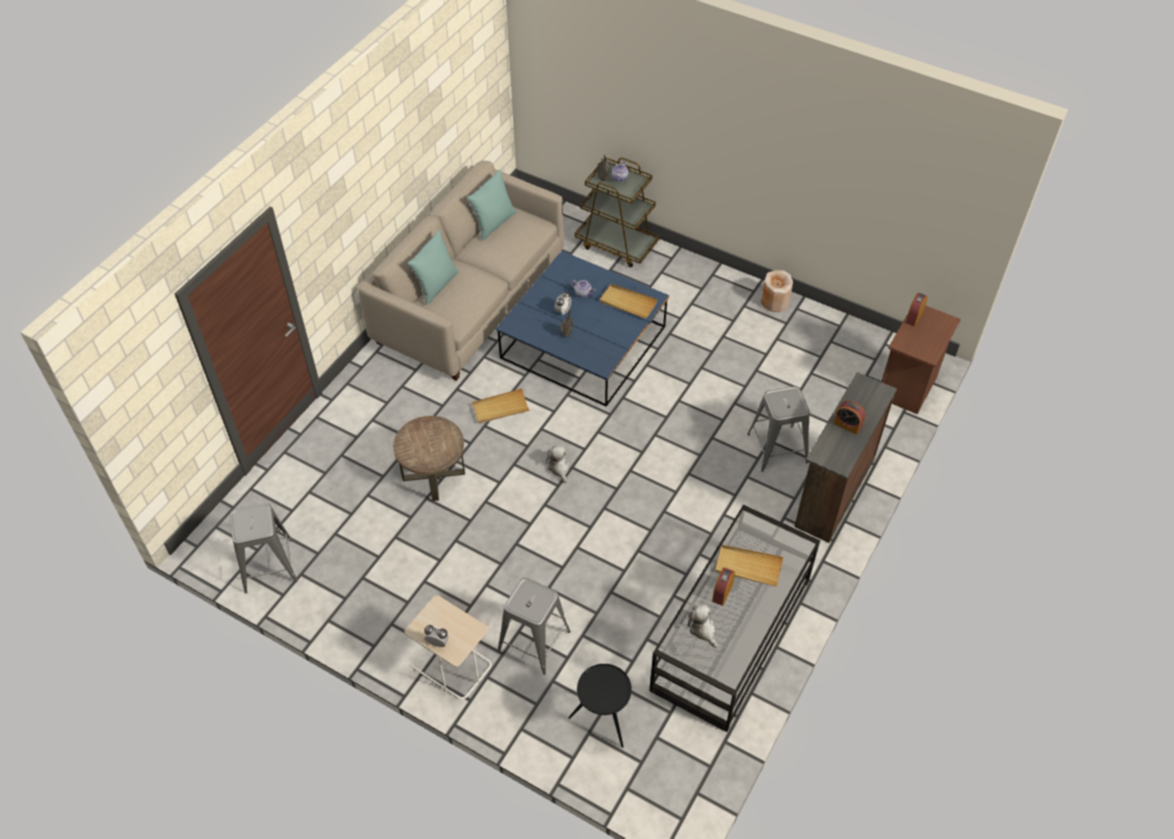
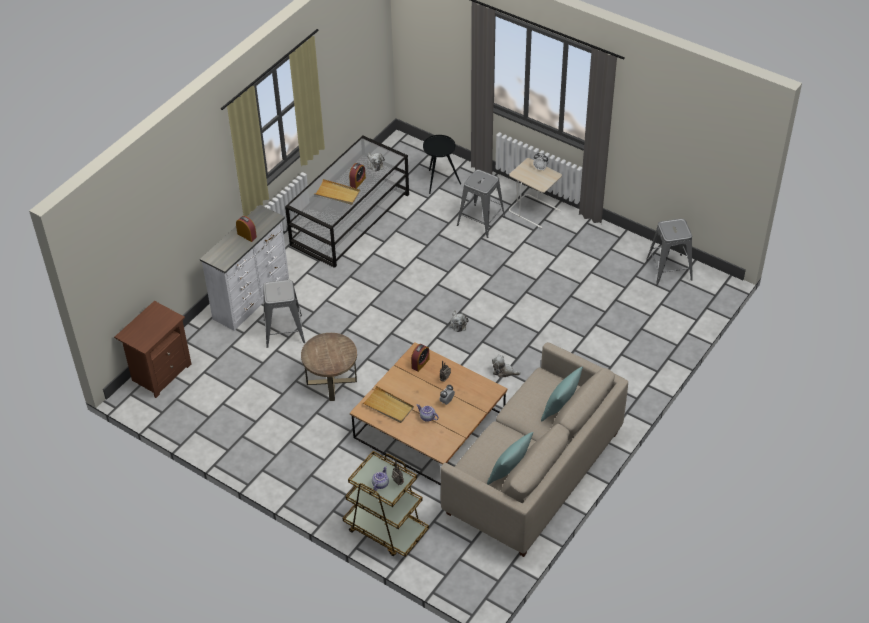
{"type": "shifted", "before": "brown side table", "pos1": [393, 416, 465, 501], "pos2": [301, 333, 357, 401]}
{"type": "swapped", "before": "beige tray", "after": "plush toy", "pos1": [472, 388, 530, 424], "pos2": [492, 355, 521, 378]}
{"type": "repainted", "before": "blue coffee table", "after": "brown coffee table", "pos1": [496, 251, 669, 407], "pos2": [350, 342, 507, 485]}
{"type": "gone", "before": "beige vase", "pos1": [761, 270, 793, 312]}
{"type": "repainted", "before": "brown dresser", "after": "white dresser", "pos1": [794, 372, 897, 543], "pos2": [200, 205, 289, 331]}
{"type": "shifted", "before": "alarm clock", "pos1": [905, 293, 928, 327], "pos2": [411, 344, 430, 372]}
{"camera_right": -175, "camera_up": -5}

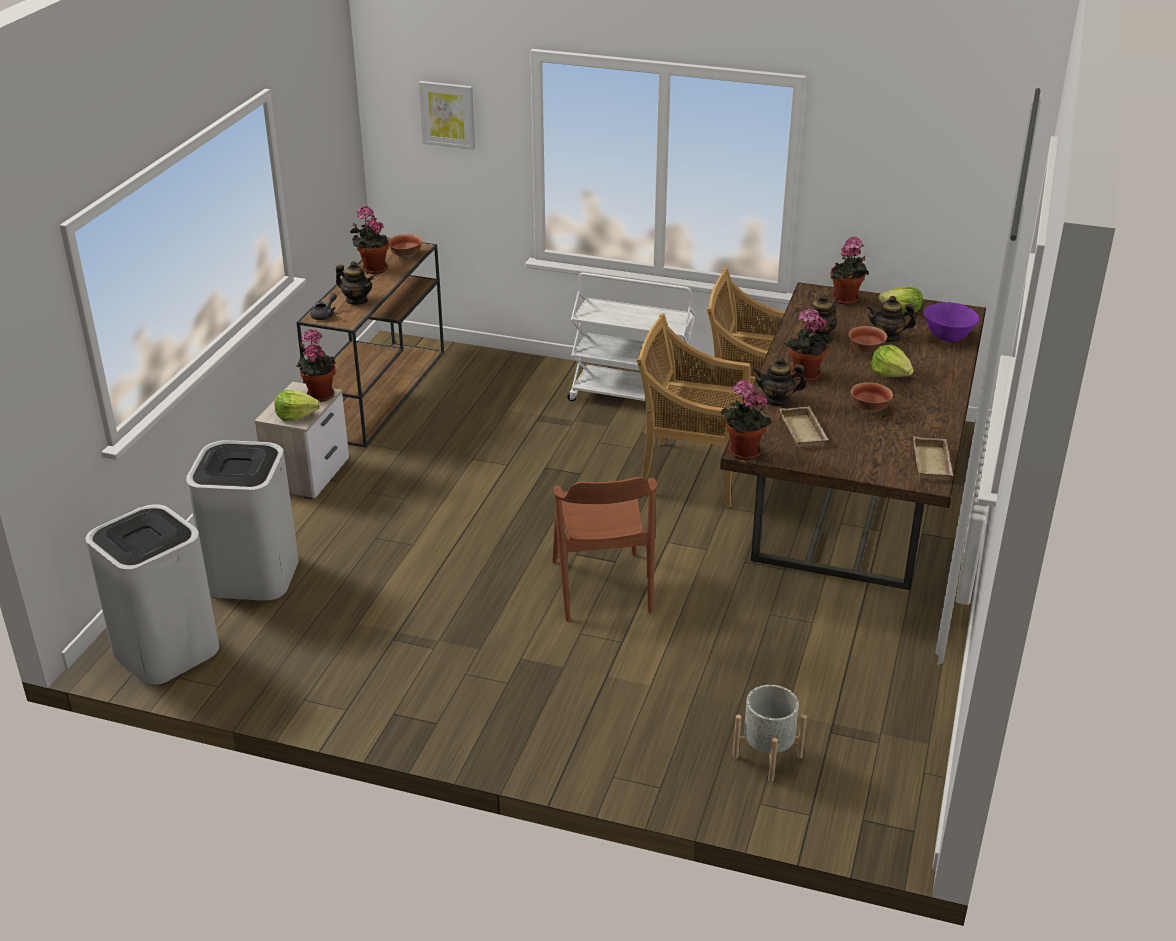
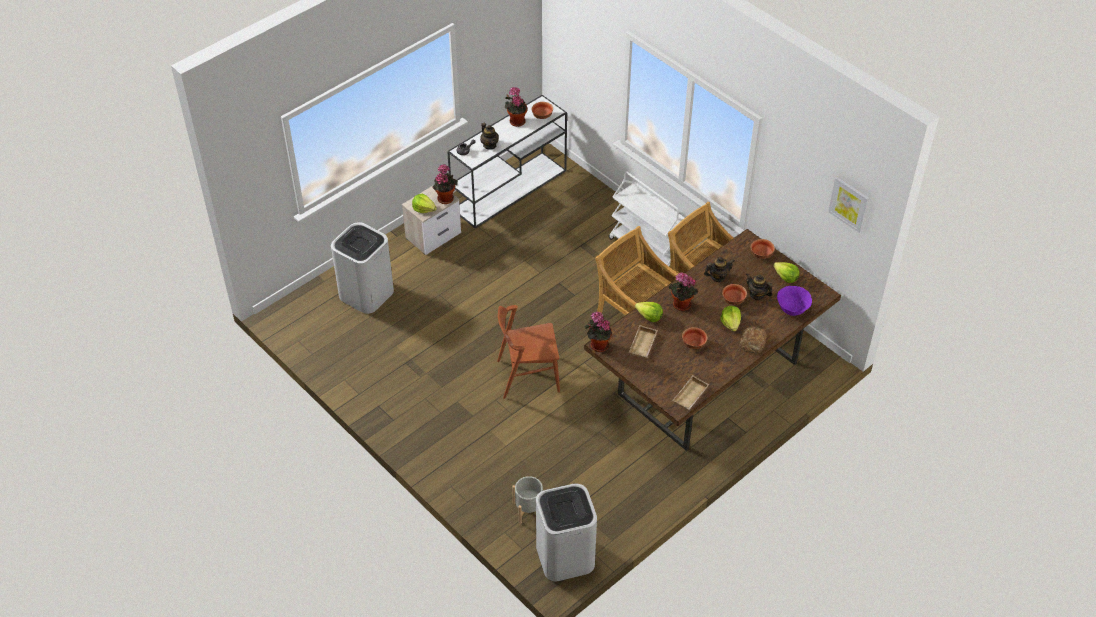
{"type": "shifted", "before": "white trash can", "pos1": [85, 504, 219, 685], "pos2": [536, 483, 597, 581]}
{"type": "repainted", "before": "brown console table", "after": "white console table", "pos1": [296, 237, 444, 447], "pos2": [447, 95, 567, 228]}
{"type": "shifted", "before": "picture", "pos1": [419, 81, 475, 150], "pos2": [828, 177, 869, 233]}
{"type": "rotated", "before": "brown chair", "pos1": [552, 477, 657, 621], "pos2": [497, 305, 560, 399], "turn": 60}
{"type": "swapped", "before": "teapot", "after": "lettuce", "pos1": [753, 357, 806, 407], "pos2": [635, 302, 663, 322]}
{"type": "swapped", "before": "potted plant", "after": "bowl", "pos1": [831, 236, 869, 305], "pos2": [751, 239, 775, 259]}
{"type": "new", "after": "bread", "pos2": [739, 327, 767, 354]}
{"camera_right": 30, "camera_up": 15}

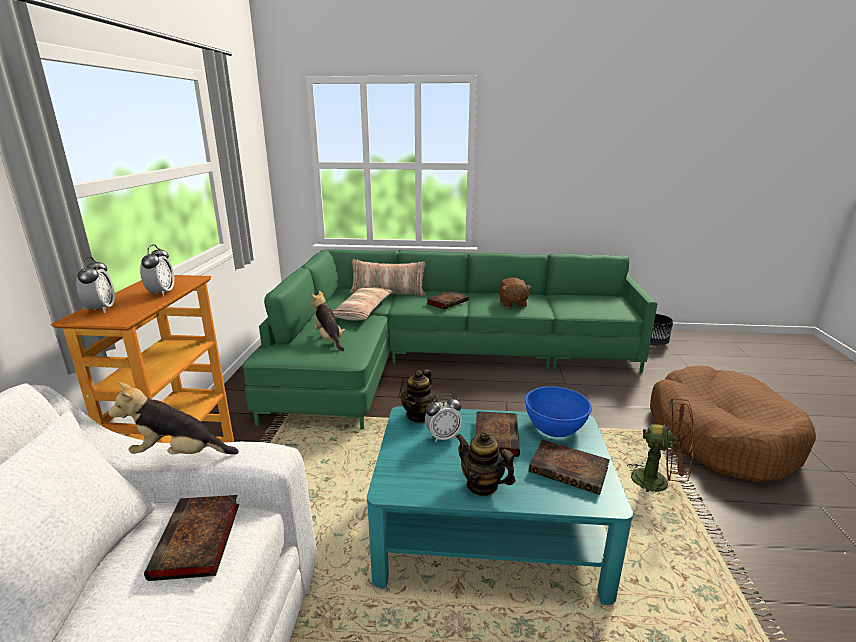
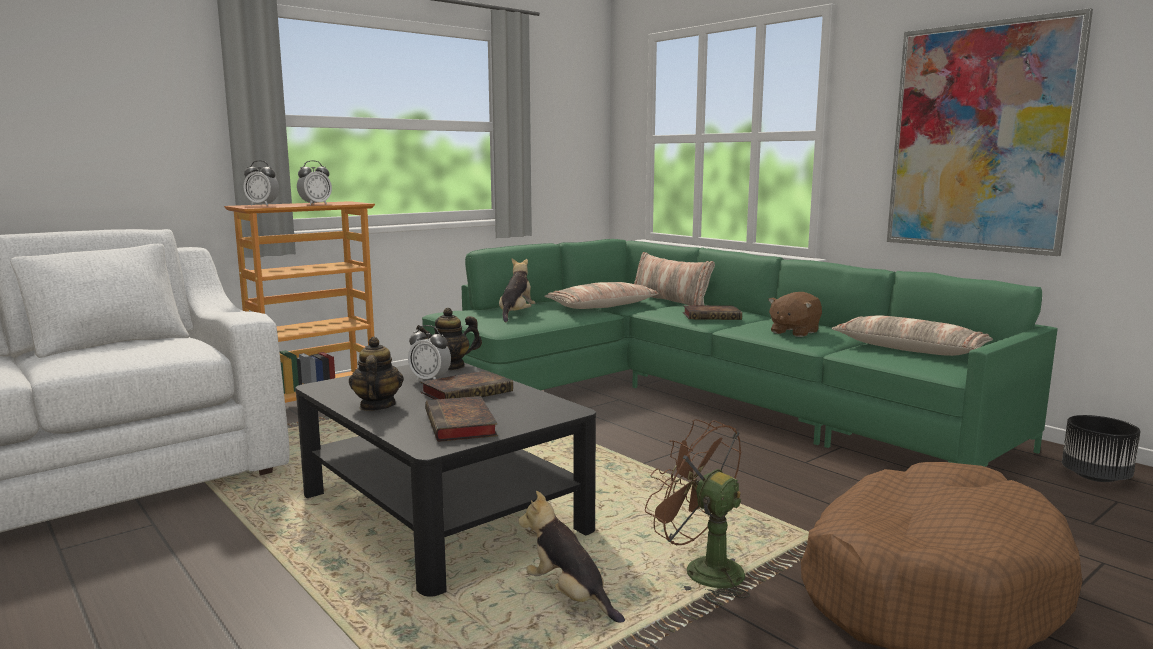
{"type": "rotated", "before": "alarm clock", "pos1": [76, 257, 115, 313], "pos2": [244, 160, 279, 206], "turn": 75}
{"type": "shifted", "before": "plush toy", "pos1": [108, 382, 239, 454], "pos2": [518, 491, 625, 623]}
{"type": "gone", "before": "book", "pos1": [144, 495, 239, 581]}
{"type": "repainted", "before": "turquoise coffee table", "after": "black coffee table", "pos1": [367, 406, 633, 605], "pos2": [295, 363, 596, 597]}
{"type": "gone", "before": "blue bowl", "pos1": [525, 386, 592, 437]}
{"type": "rotated", "before": "brown fan", "pos1": [627, 398, 694, 492], "pos2": [645, 419, 750, 599], "turn": 150}
{"type": "new", "after": "pillow", "pos2": [831, 315, 993, 356]}
{"type": "new", "after": "picture", "pos2": [887, 8, 1093, 256]}
{"camera_right": 45, "camera_up": -10}

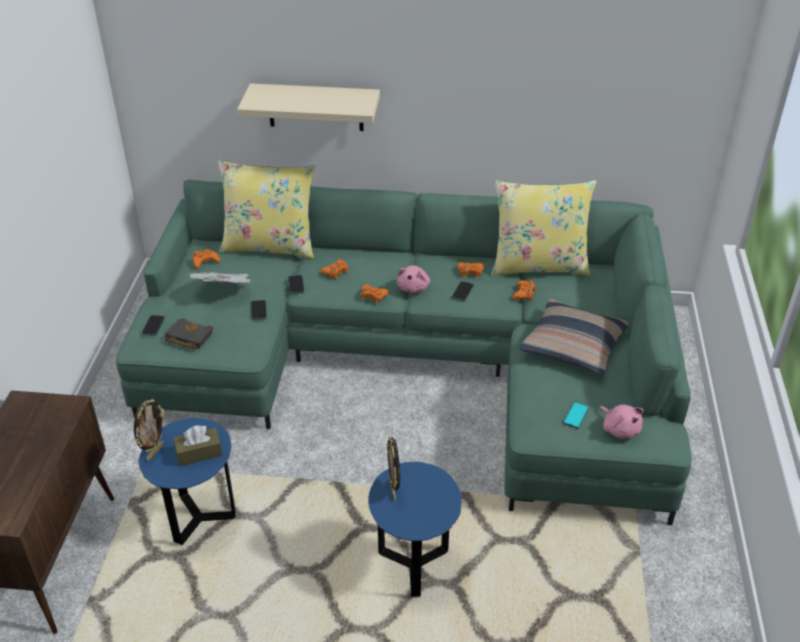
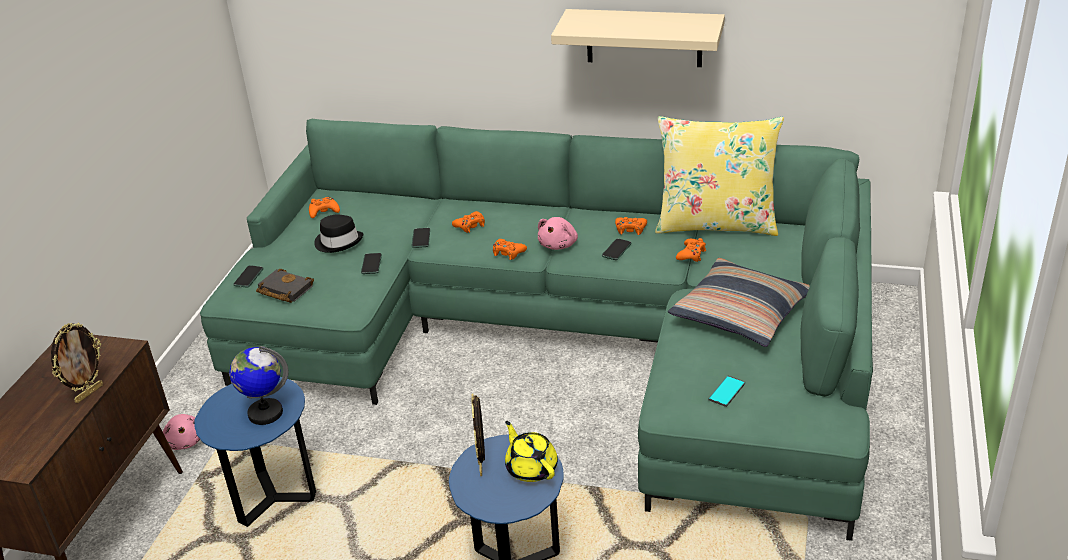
{"type": "shifted", "before": "picture frame", "pos1": [134, 399, 165, 461], "pos2": [51, 322, 103, 403]}
{"type": "swapped", "before": "brown tissue box", "after": "globe", "pos1": [173, 425, 222, 466], "pos2": [229, 346, 289, 425]}
{"type": "swapped", "before": "newspaper", "after": "black hat", "pos1": [190, 272, 251, 283], "pos2": [314, 215, 363, 253]}
{"type": "gone", "before": "yellow pillow", "pos1": [218, 159, 316, 259]}
{"type": "shifted", "before": "beige shelf", "pos1": [237, 83, 380, 131], "pos2": [551, 9, 725, 67]}
{"type": "shifted", "before": "pink plush toy", "pos1": [599, 405, 643, 439], "pos2": [163, 414, 200, 450]}
{"type": "new", "after": "yellow teapot", "pos2": [505, 421, 558, 482]}
{"camera_right": 10, "camera_up": -5}

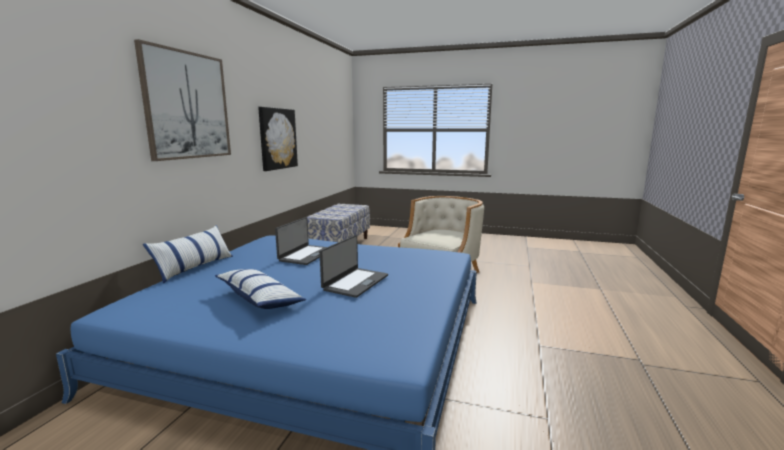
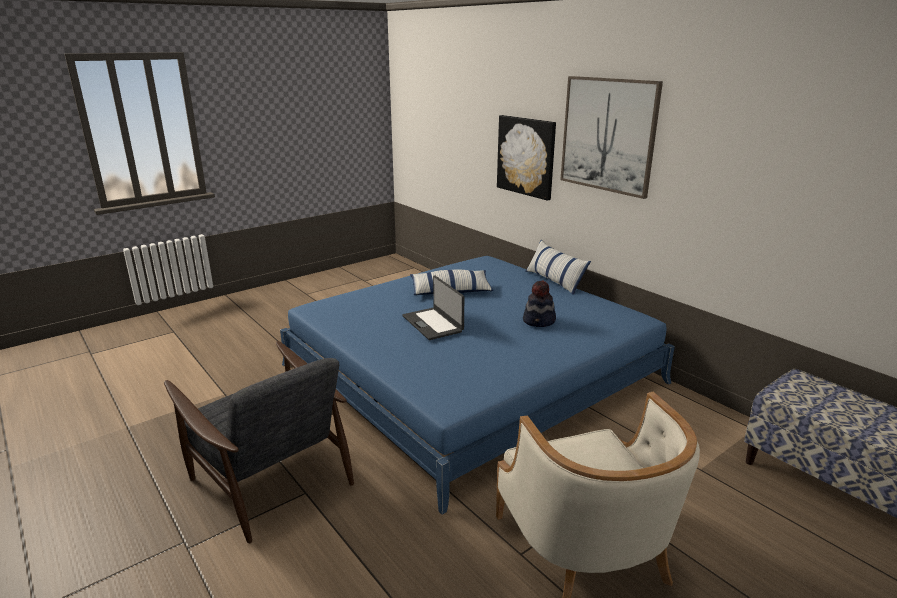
{"type": "shifted", "before": "picture", "pos1": [258, 107, 298, 171], "pos2": [497, 115, 556, 201]}
{"type": "swapped", "before": "laptop", "after": "hat", "pos1": [275, 217, 327, 265], "pos2": [523, 280, 556, 327]}
{"type": "new", "after": "grey armchair", "pos2": [164, 341, 354, 543]}
{"camera_right": 125, "camera_up": 10}

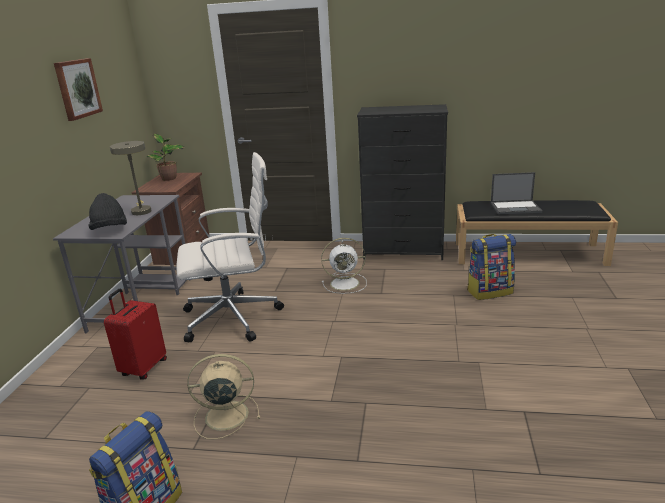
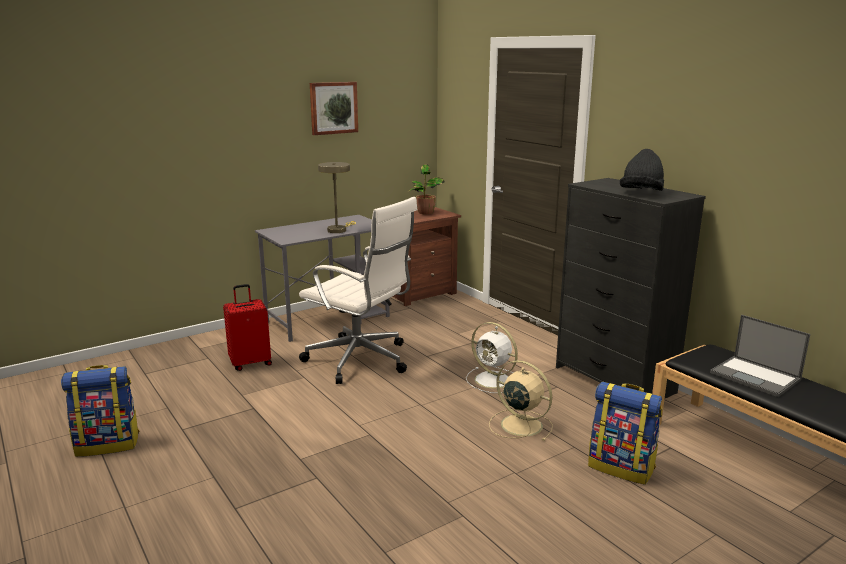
{"type": "shifted", "before": "black hat", "pos1": [88, 193, 127, 230], "pos2": [620, 149, 664, 191]}
{"type": "shifted", "before": "beige fan", "pos1": [187, 354, 260, 440], "pos2": [489, 360, 553, 441]}
{"camera_right": 45, "camera_up": -5}

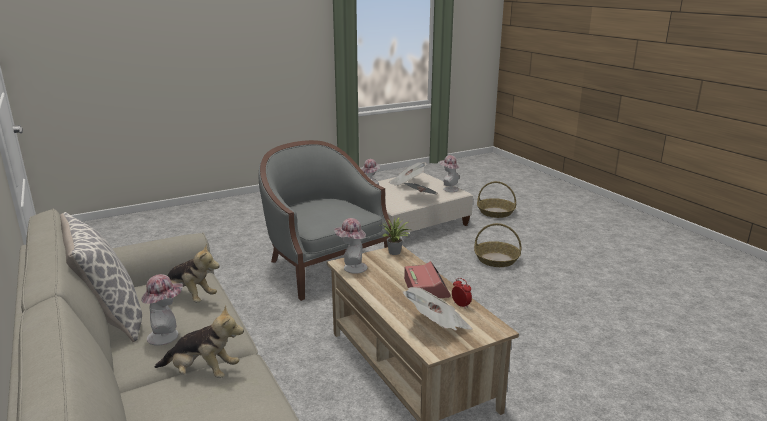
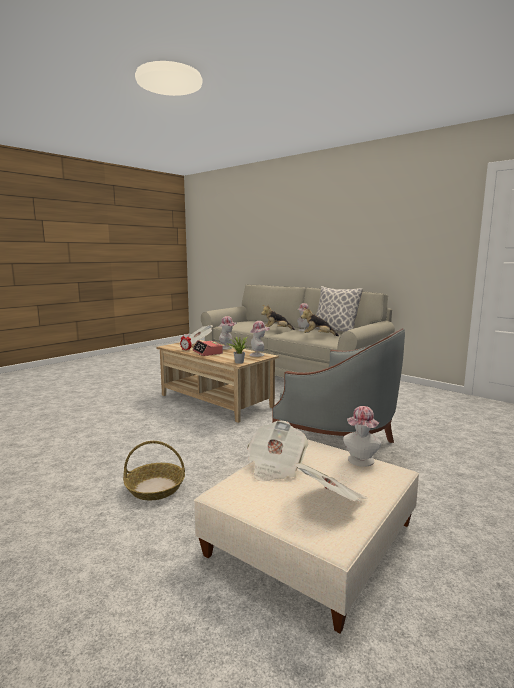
{"type": "shifted", "before": "hat", "pos1": [440, 155, 459, 192], "pos2": [219, 316, 237, 349]}
{"type": "gone", "before": "basket", "pos1": [477, 181, 516, 218]}
{"camera_right": 160, "camera_up": -10}

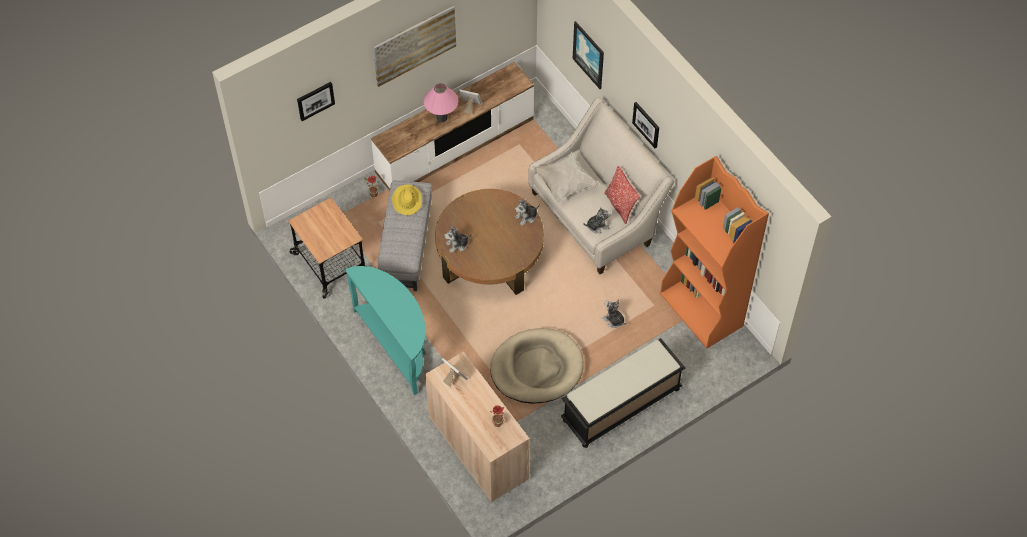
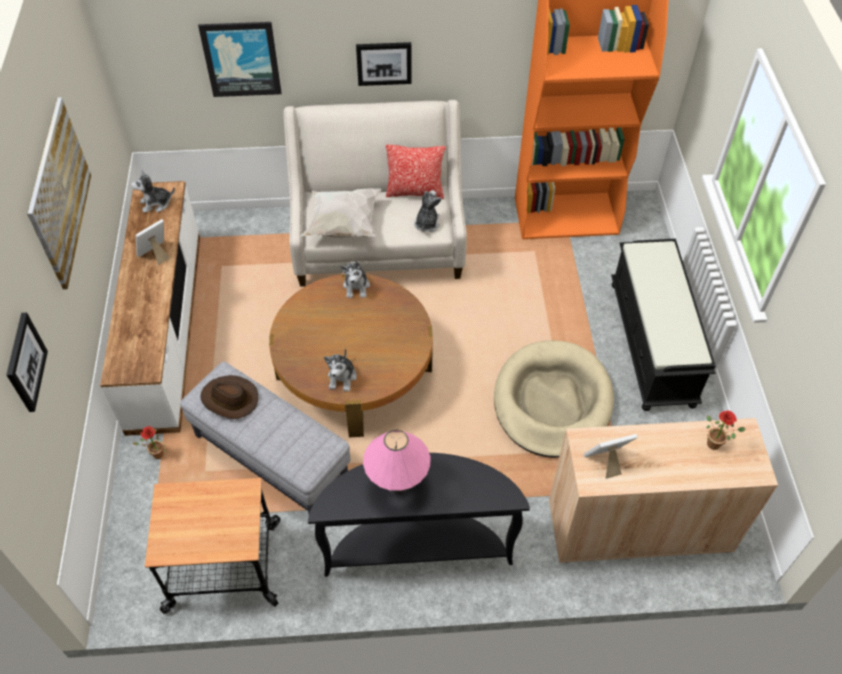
{"type": "repainted", "before": "turquoise console table", "after": "black console table", "pos1": [345, 266, 426, 395], "pos2": [308, 453, 530, 577]}
{"type": "repainted", "before": "yellow hat", "after": "brown hat", "pos1": [392, 185, 422, 215], "pos2": [200, 375, 258, 419]}
{"type": "shifted", "before": "pink table lamp", "pos1": [423, 83, 459, 122], "pos2": [363, 430, 430, 495]}
{"type": "shifted", "before": "plush toy", "pos1": [602, 299, 626, 328], "pos2": [131, 170, 175, 213]}
{"camera_right": -60, "camera_up": -5}

